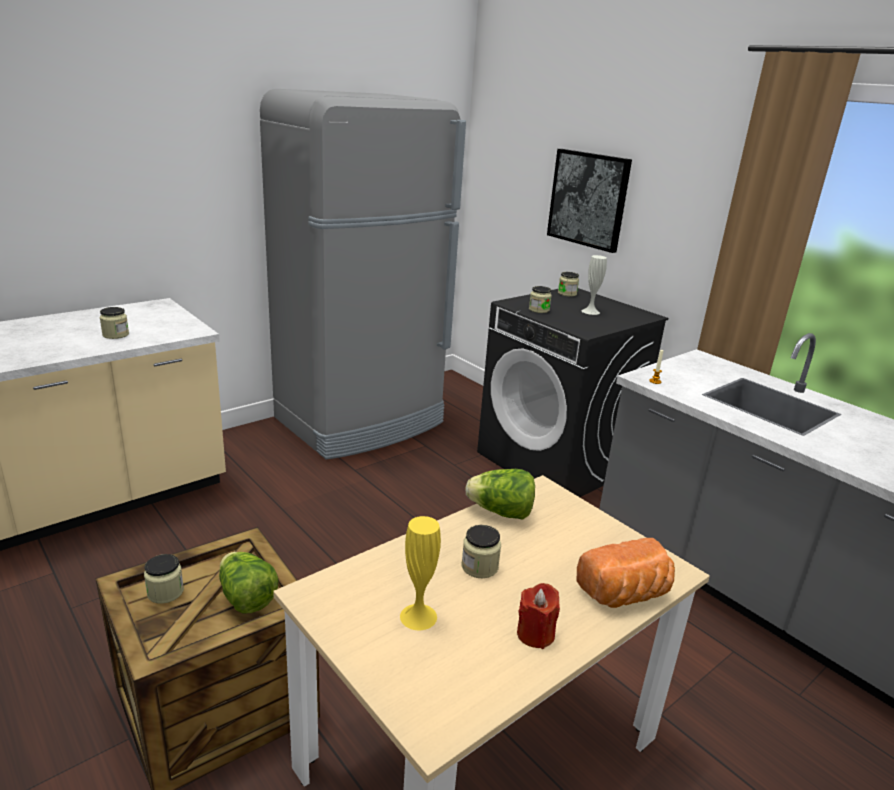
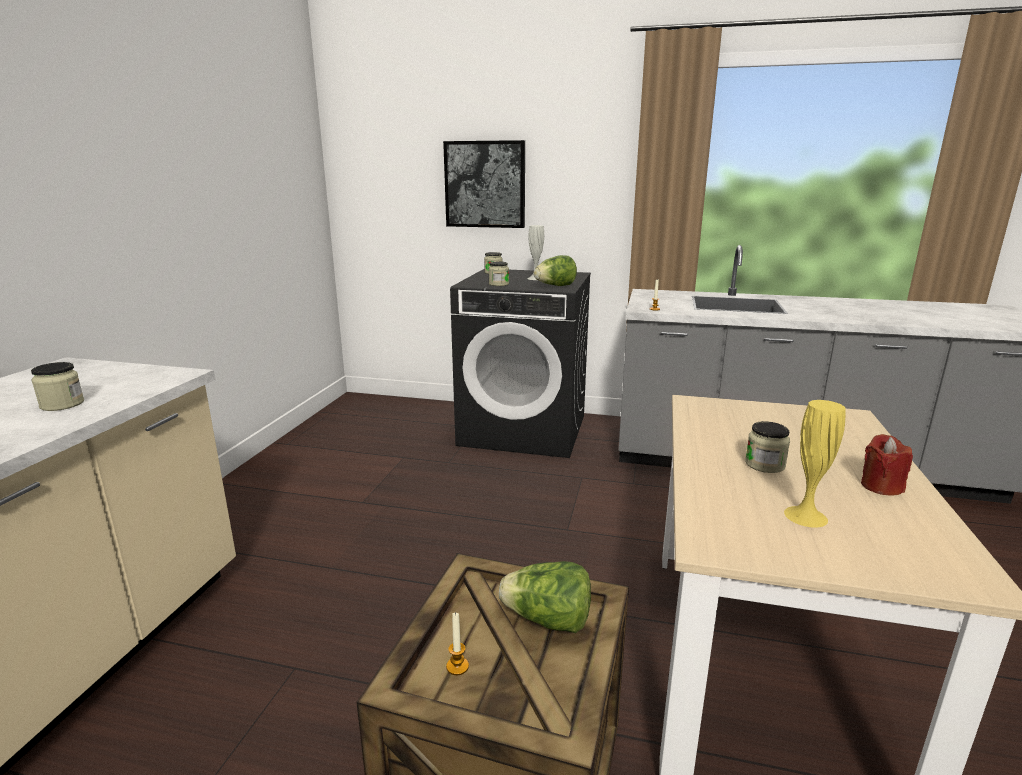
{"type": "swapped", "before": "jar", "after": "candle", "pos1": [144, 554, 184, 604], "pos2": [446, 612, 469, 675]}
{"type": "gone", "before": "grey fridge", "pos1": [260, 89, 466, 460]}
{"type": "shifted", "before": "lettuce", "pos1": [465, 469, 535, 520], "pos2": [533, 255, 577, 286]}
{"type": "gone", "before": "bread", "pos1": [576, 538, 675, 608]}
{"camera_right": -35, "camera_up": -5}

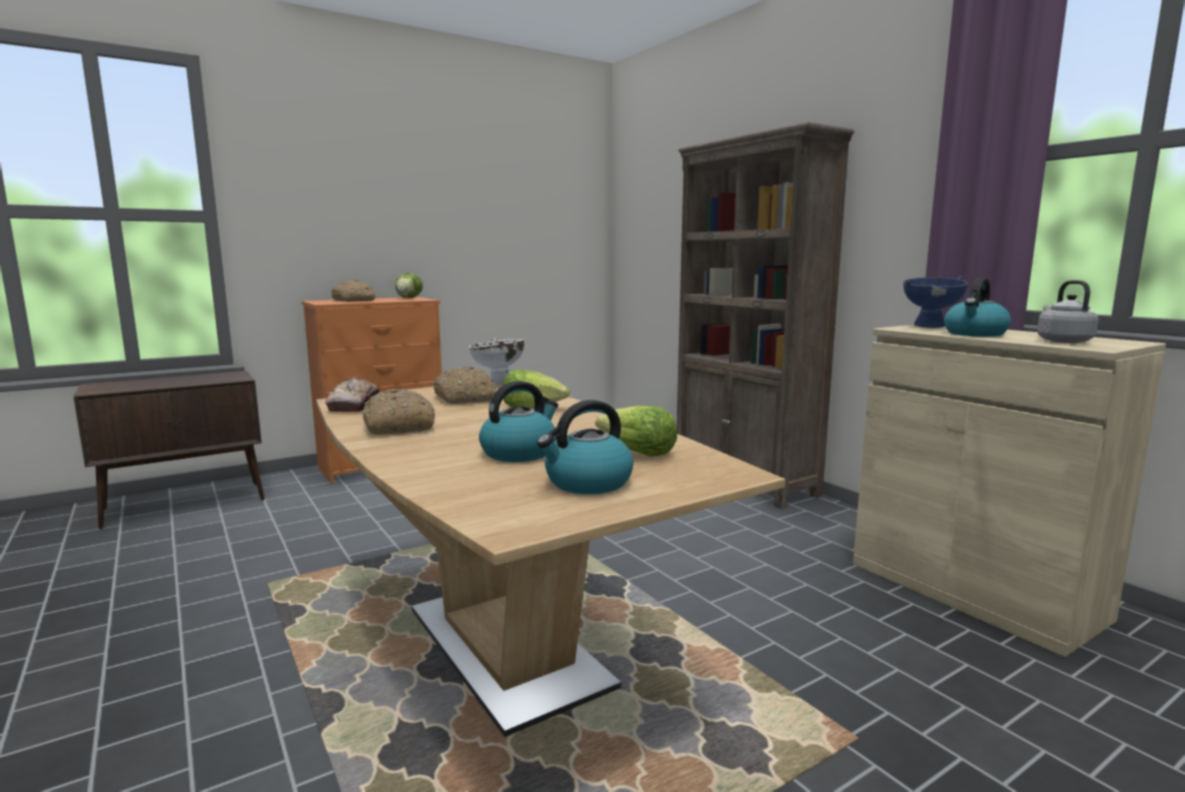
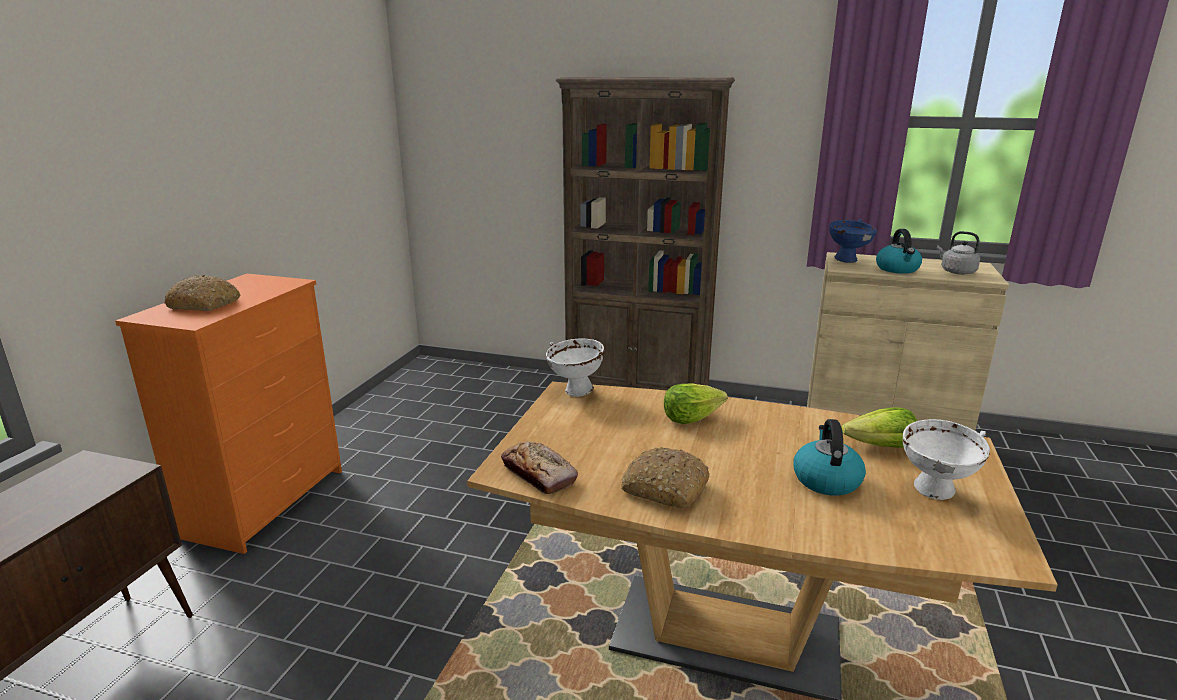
{"type": "gone", "before": "lettuce", "pos1": [395, 273, 423, 298]}
{"type": "gone", "before": "bread", "pos1": [434, 367, 496, 404]}
{"type": "swapped", "before": "kettle", "after": "white bowl", "pos1": [537, 400, 633, 494], "pos2": [903, 419, 990, 500]}
{"camera_right": -40, "camera_up": 10}

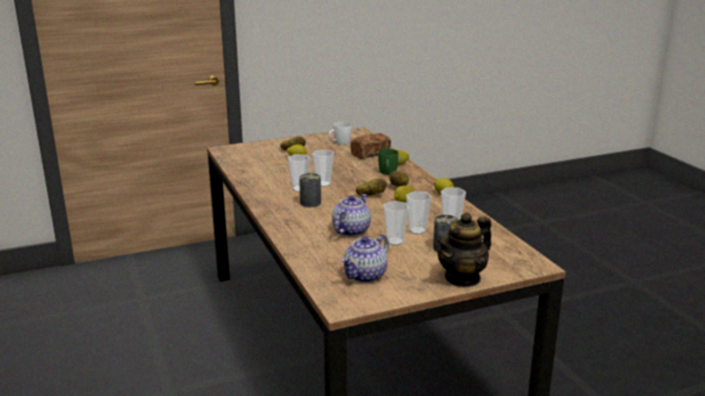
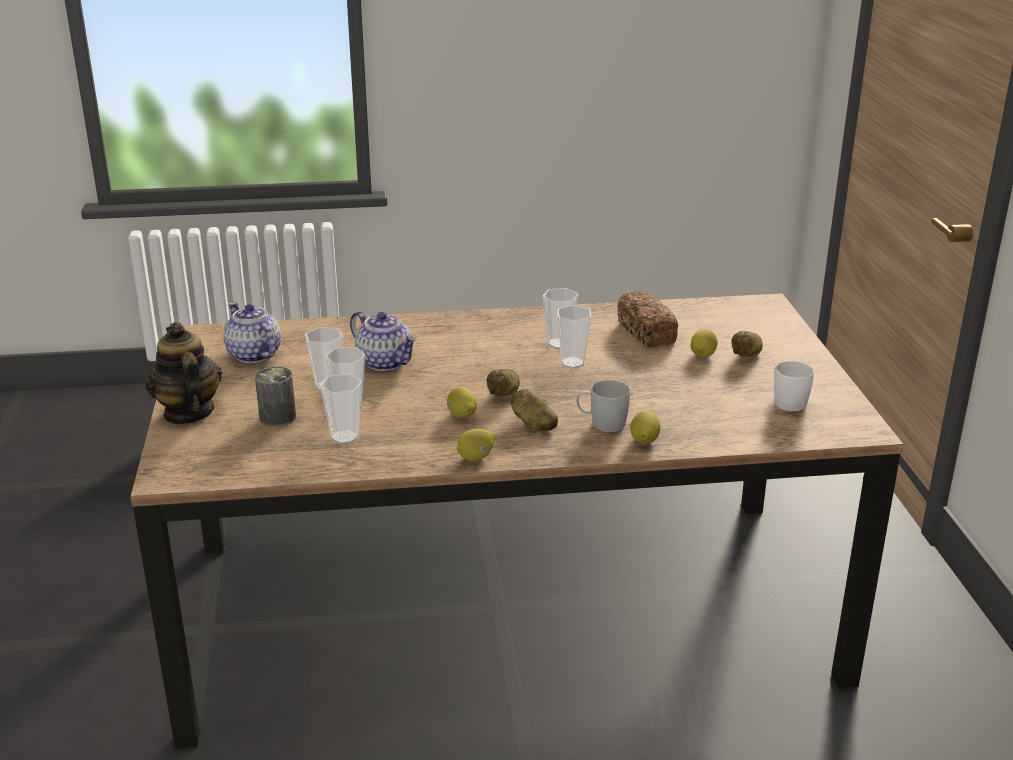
{"type": "gone", "before": "can", "pos1": [299, 173, 321, 207]}
{"type": "shifted", "before": "bread", "pos1": [350, 133, 391, 159], "pos2": [617, 291, 678, 347]}
{"type": "repainted", "before": "green mug", "after": "white mug", "pos1": [378, 149, 398, 175], "pos2": [576, 380, 630, 432]}
{"camera_right": 105, "camera_up": 5}

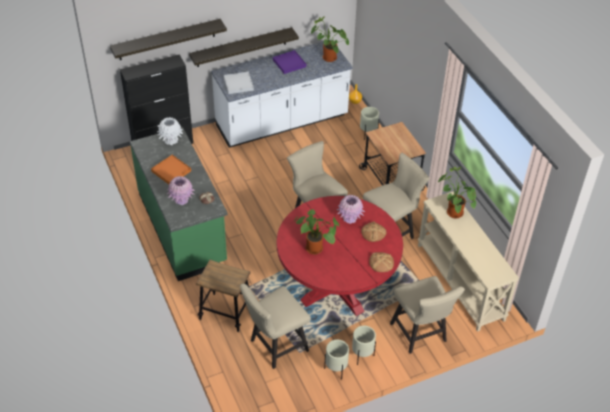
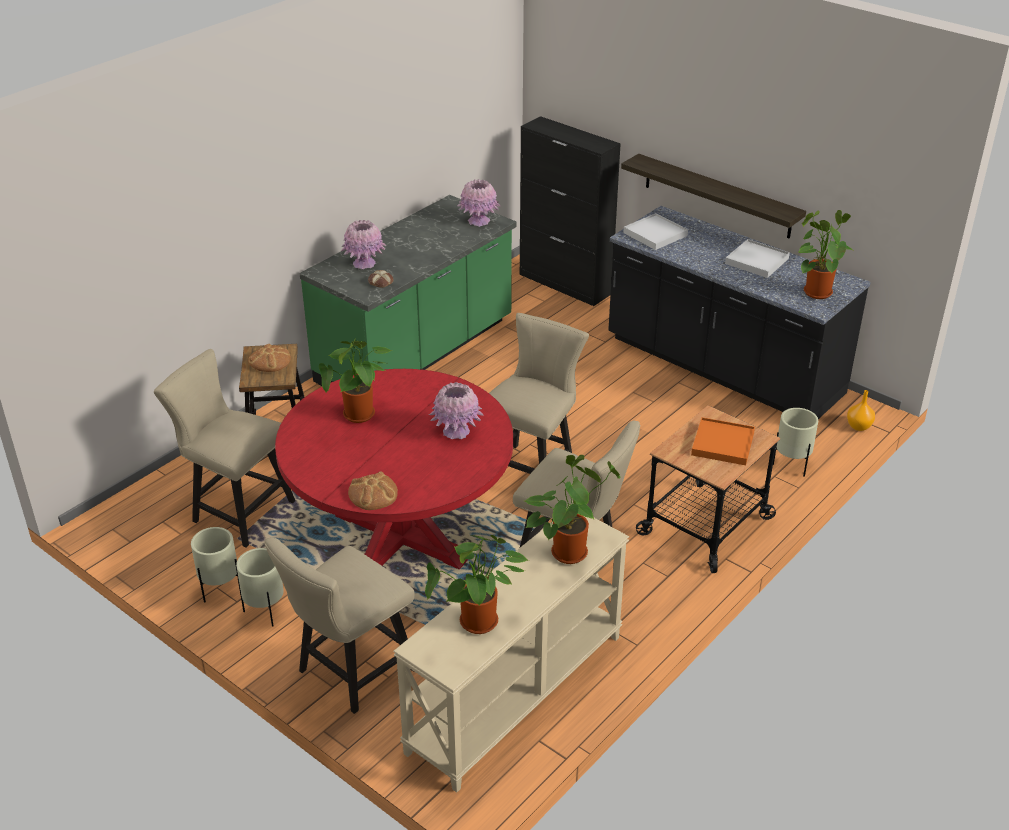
{"type": "gone", "before": "shelf", "pos1": [110, 19, 227, 60]}
{"type": "shifted", "before": "orange tray", "pos1": [151, 155, 191, 184], "pos2": [691, 417, 755, 465]}
{"type": "repainted", "before": "white vase", "after": "pink vase", "pos1": [157, 117, 183, 145], "pos2": [457, 179, 501, 227]}
{"type": "repainted", "before": "white counter", "after": "black counter", "pos1": [211, 41, 353, 148], "pos2": [608, 206, 871, 419]}
{"type": "repainted", "before": "purple tray", "after": "white tray", "pos1": [273, 50, 306, 74], "pos2": [725, 239, 790, 278]}
{"type": "shifted", "before": "bread", "pos1": [361, 221, 386, 242], "pos2": [248, 344, 291, 372]}
{"type": "new", "after": "potted plant", "pos2": [425, 535, 529, 634]}
{"camera_right": 65, "camera_up": -10}

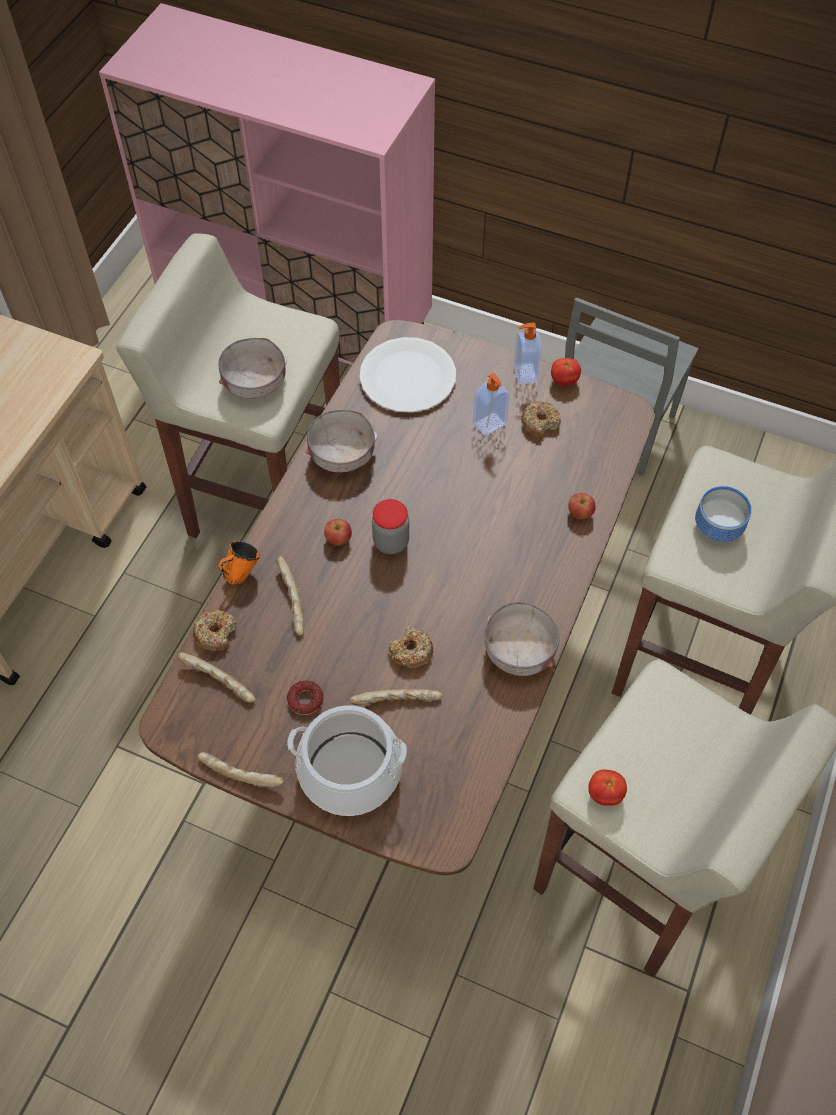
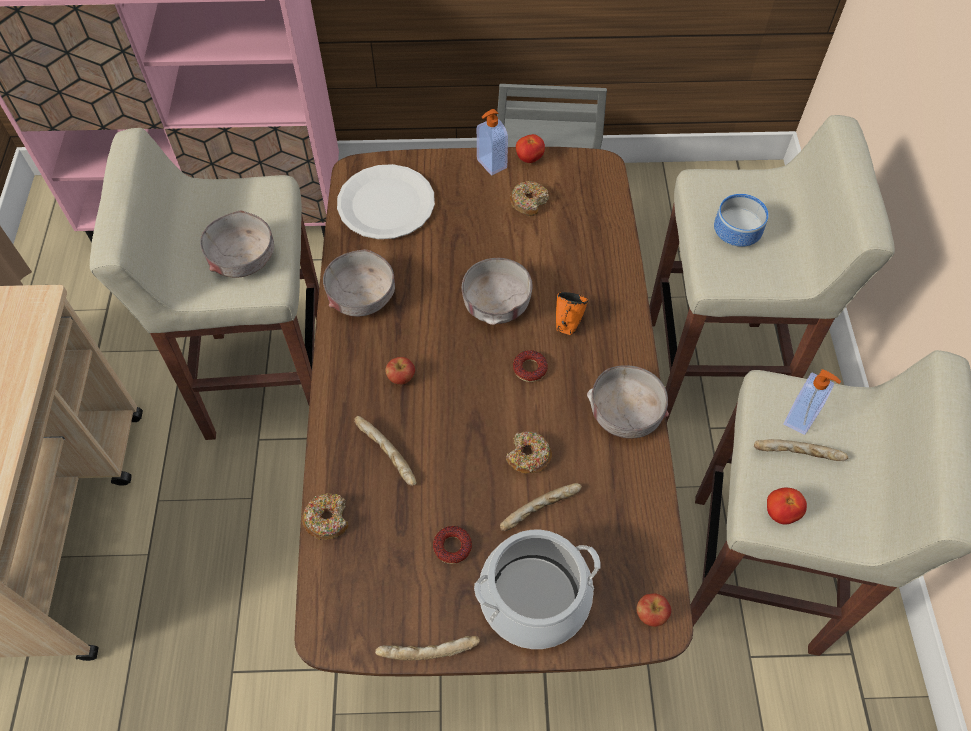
{"type": "shifted", "before": "bread", "pos1": [178, 652, 256, 702], "pos2": [754, 439, 848, 461]}
{"type": "shifted", "before": "orange mug", "pos1": [218, 541, 260, 585], "pos2": [556, 292, 588, 335]}
{"type": "gone", "before": "jar", "pos1": [372, 499, 409, 554]}
{"type": "shifted", "before": "soap dispenser", "pos1": [473, 373, 510, 436], "pos2": [784, 369, 841, 435]}
{"type": "shifted", "before": "apple", "pos1": [568, 493, 596, 519], "pos2": [636, 593, 671, 627]}
{"type": "new", "after": "grey bowl", "pos2": [462, 258, 533, 325]}
{"type": "new", "after": "donut", "pos2": [513, 350, 548, 382]}
{"camera_right": -25, "camera_up": 0}

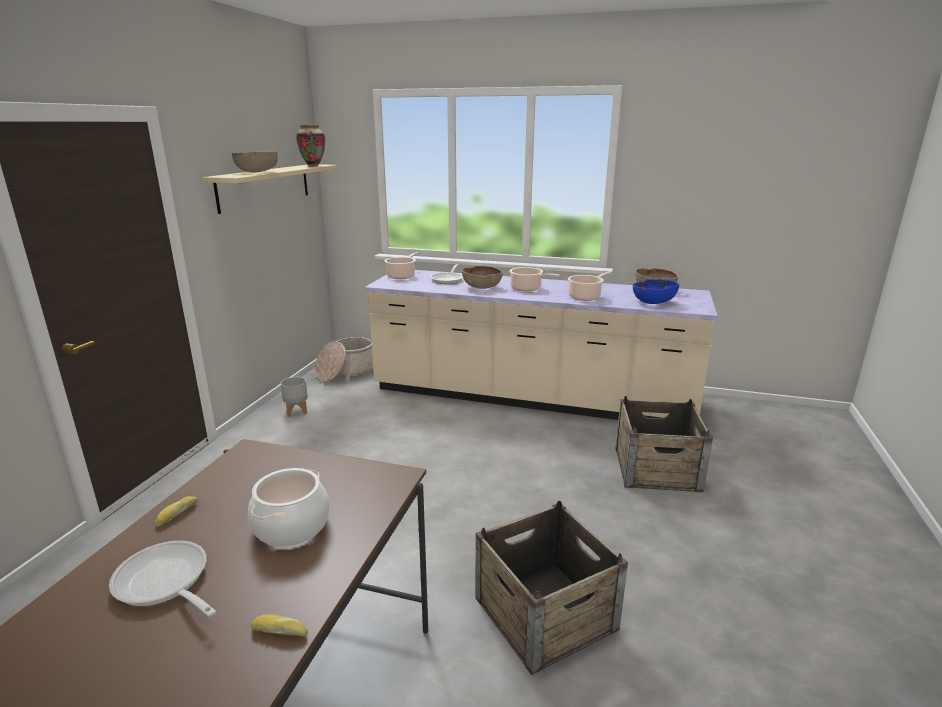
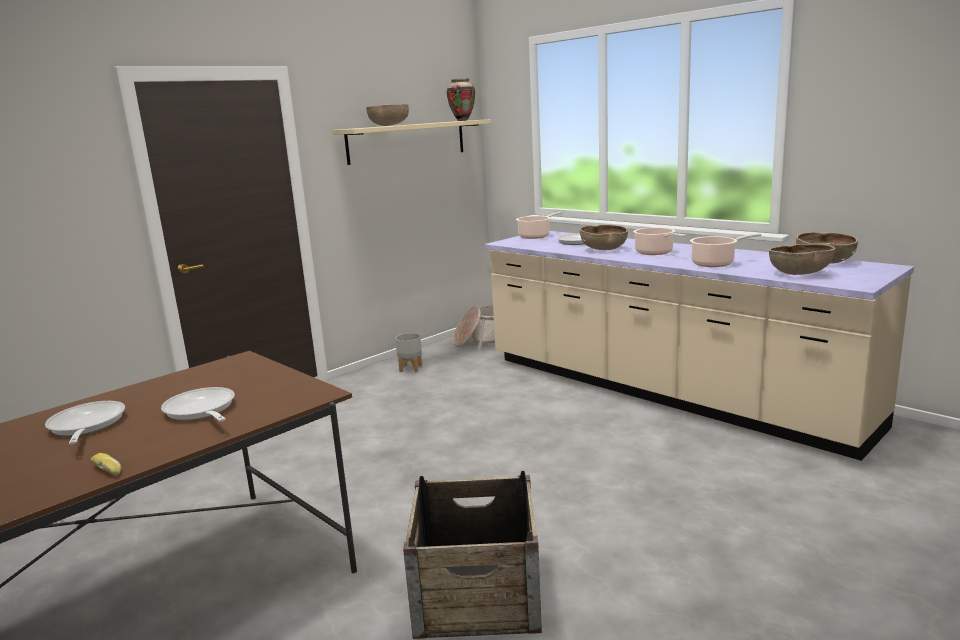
{"type": "gone", "before": "bread", "pos1": [155, 496, 198, 527]}
{"type": "swapped", "before": "cooking pot", "after": "frying pan", "pos1": [248, 468, 330, 547], "pos2": [161, 387, 235, 421]}
{"type": "gone", "before": "crate", "pos1": [616, 396, 713, 492]}
{"type": "repainted", "before": "blue bowl", "after": "brown bowl", "pos1": [633, 279, 679, 304], "pos2": [769, 244, 835, 275]}
{"camera_right": 30, "camera_up": -5}

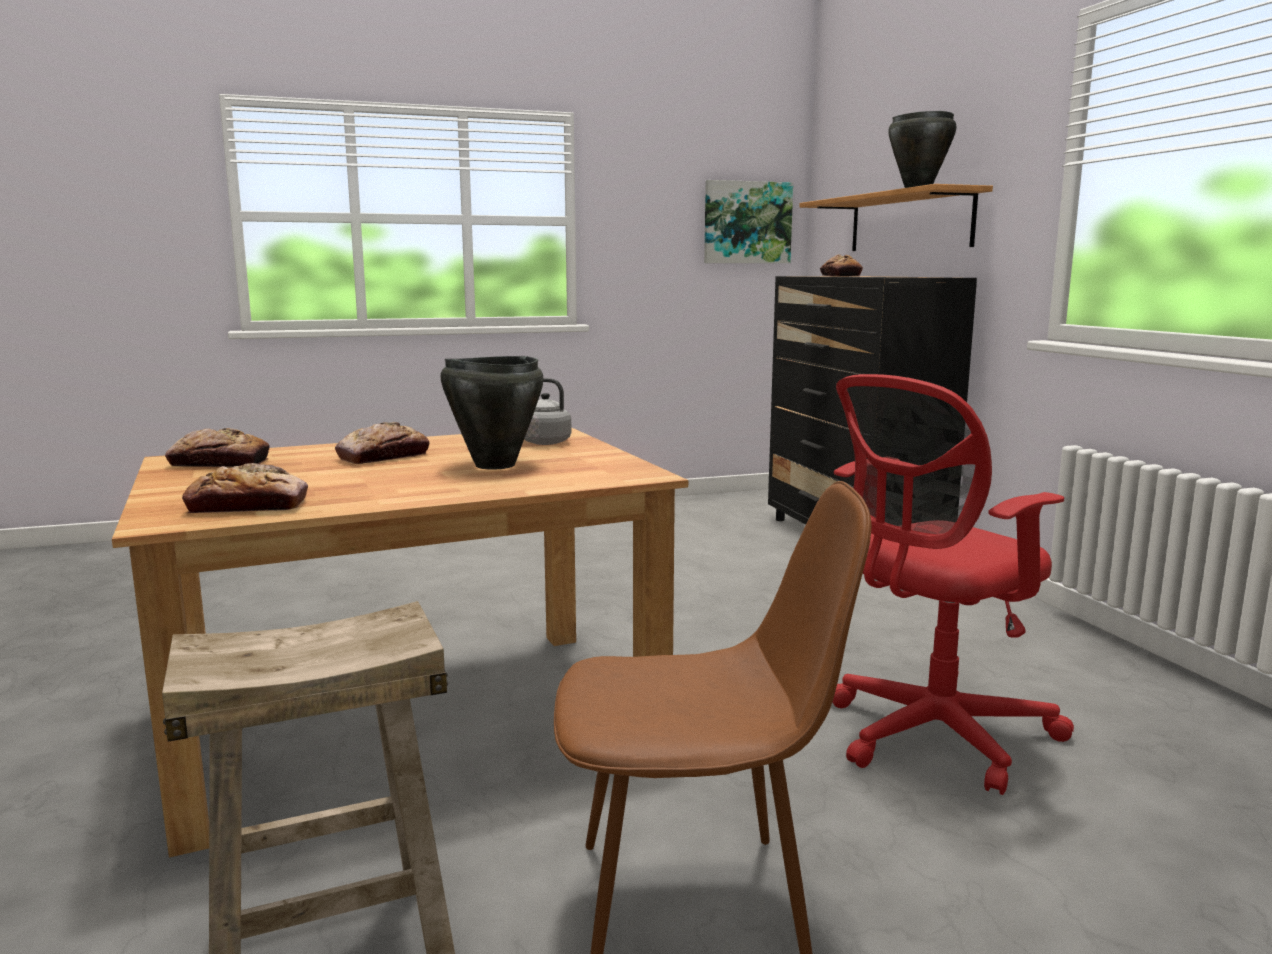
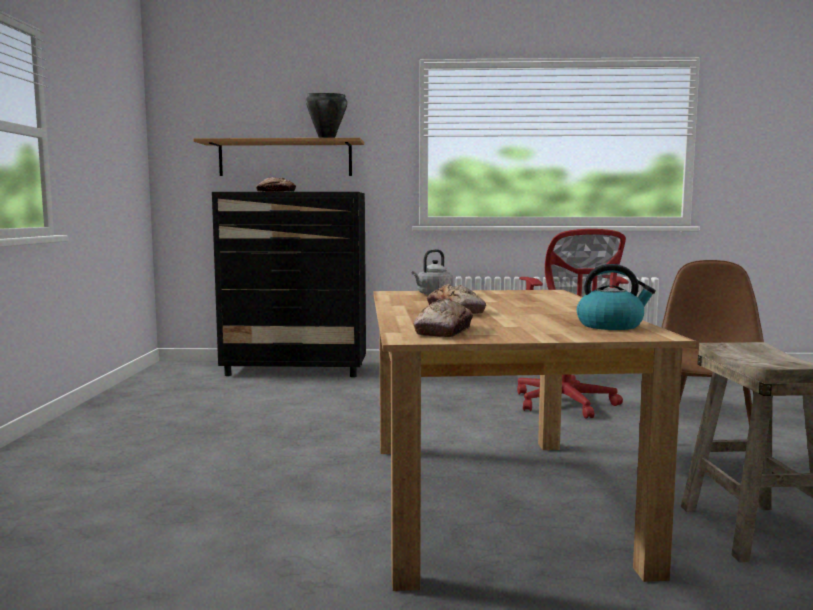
{"type": "swapped", "before": "bread", "after": "kettle", "pos1": [182, 463, 308, 513], "pos2": [577, 264, 656, 330]}
{"type": "gone", "before": "black cooking pot", "pos1": [441, 356, 544, 470]}
{"type": "gone", "before": "picture", "pos1": [704, 180, 793, 263]}
{"camera_right": -70, "camera_up": -5}

